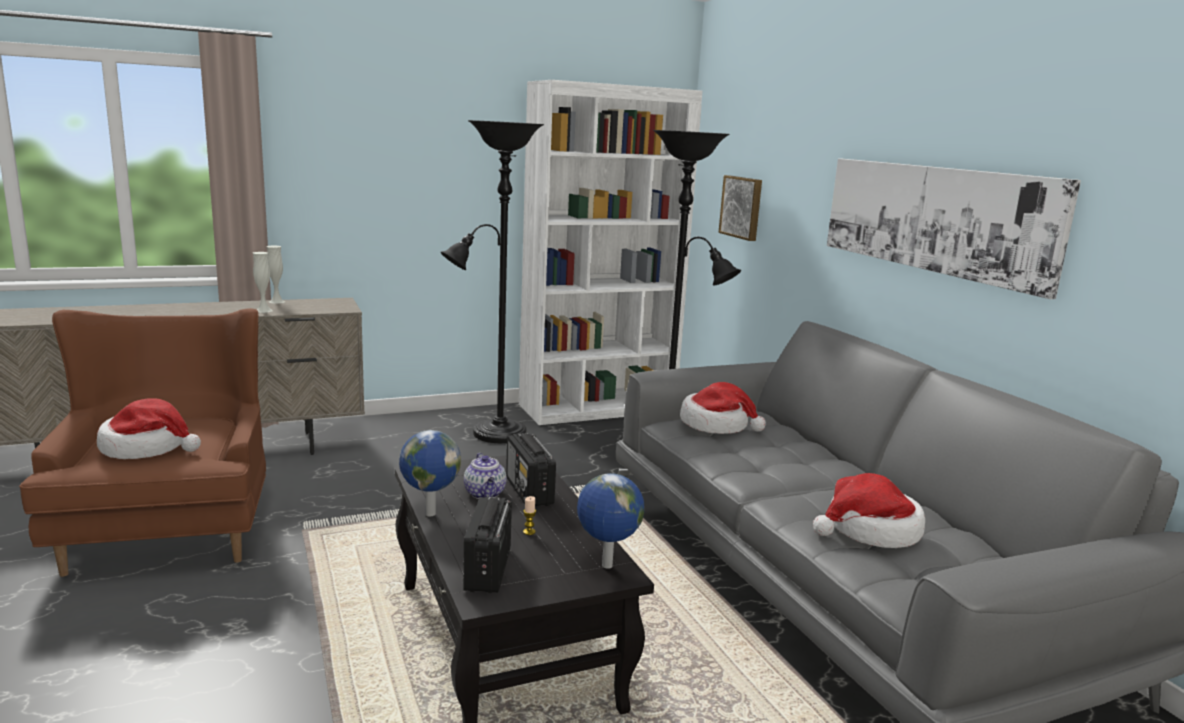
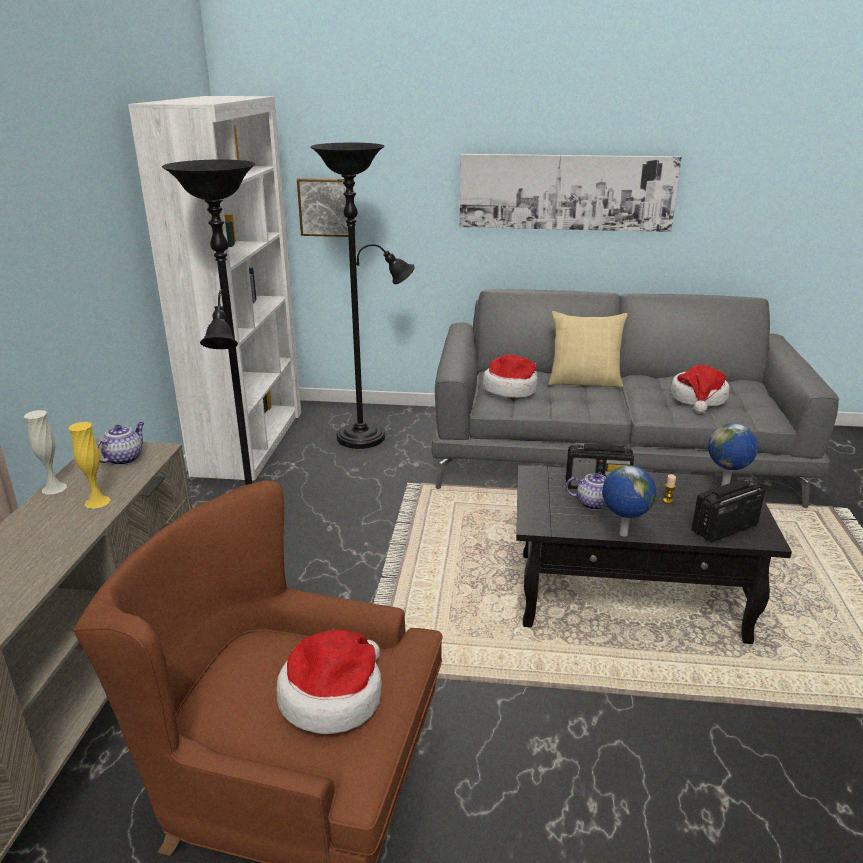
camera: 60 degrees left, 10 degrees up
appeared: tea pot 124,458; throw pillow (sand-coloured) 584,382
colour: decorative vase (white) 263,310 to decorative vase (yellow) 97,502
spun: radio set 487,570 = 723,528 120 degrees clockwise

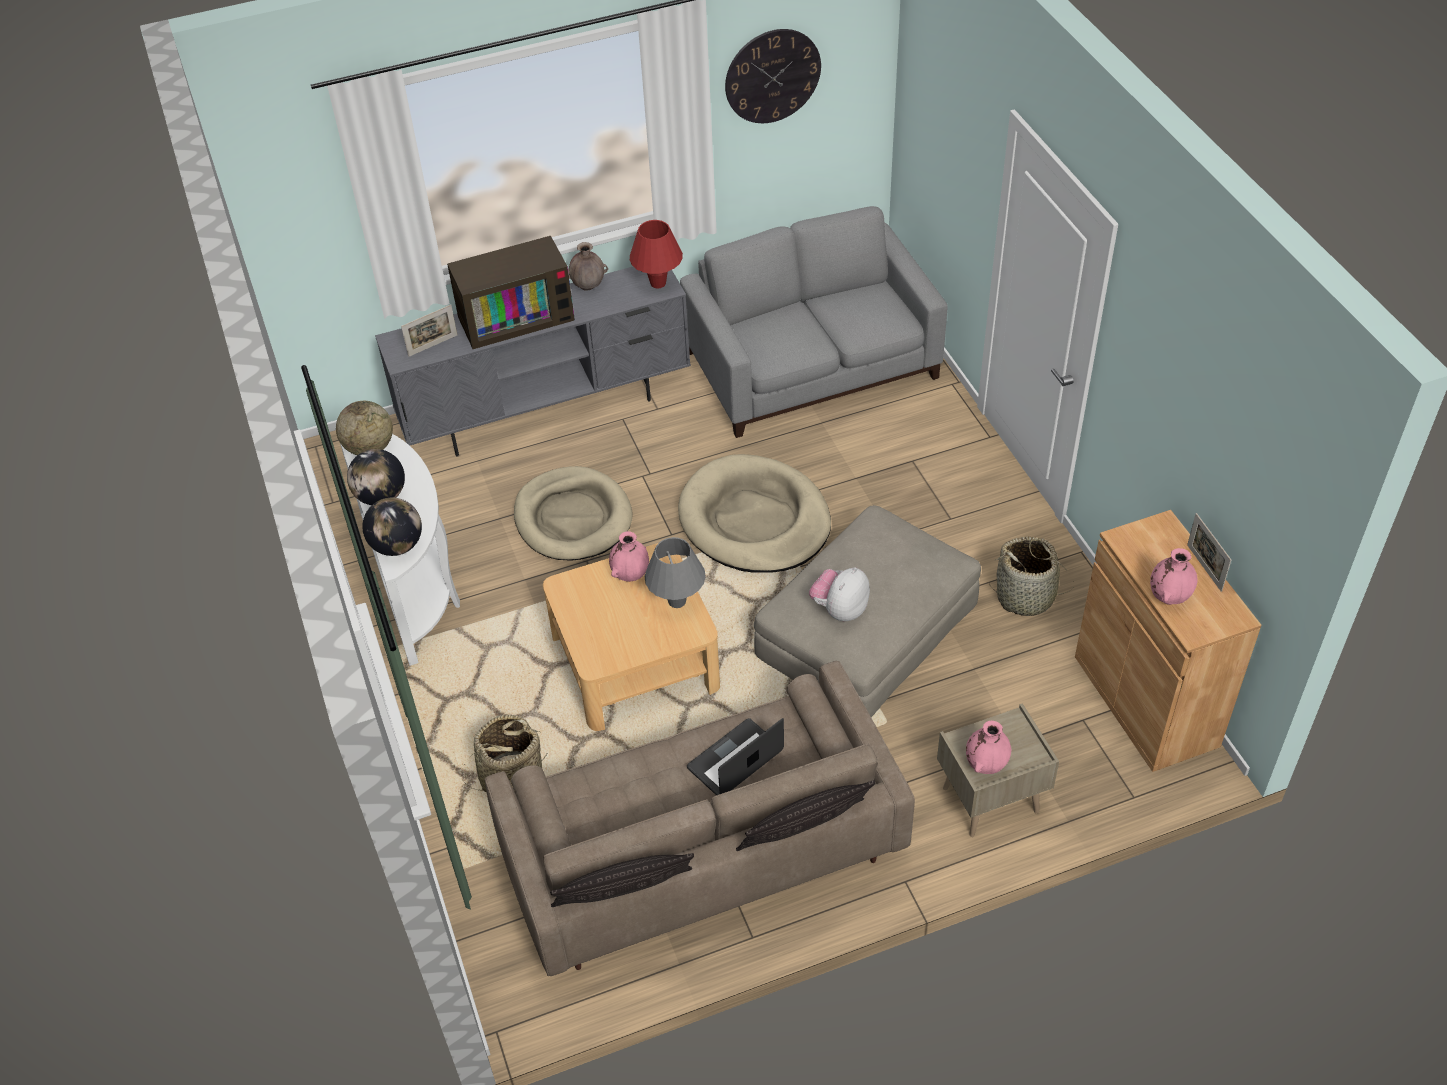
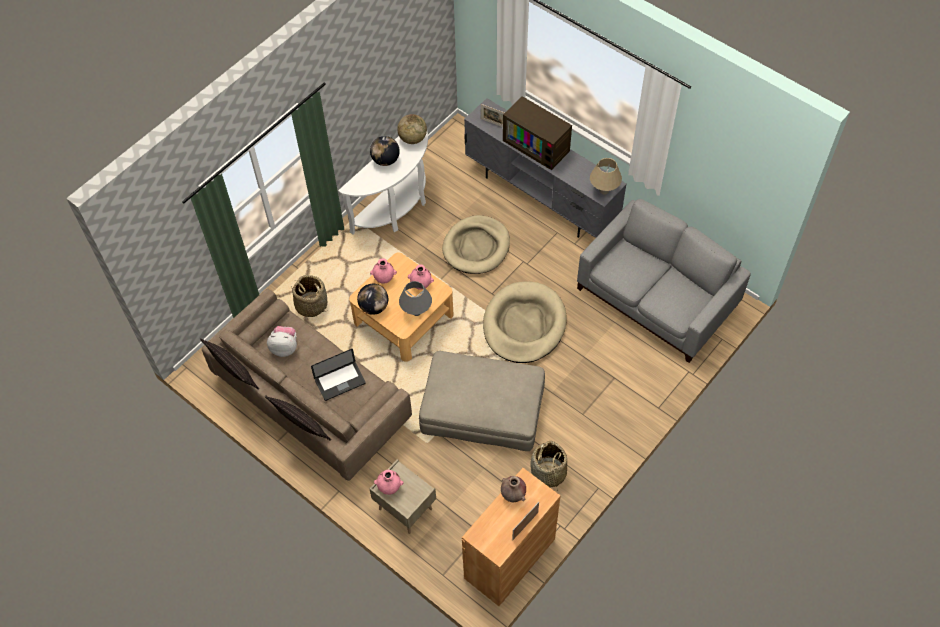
camera: 60 degrees right, 10 degrees up
missing: clock on the wall 772,76
relocated: globe 397,546 to 374,307; decorative vase (brownish) 588,286 to 513,495; cuddly toy 840,609 to 285,347; decorative vase (pinkish) 1169,597 to 384,279
colour: lamp for a table (red) 658,283 to lamp for a table (sand-coloured) 604,190
spun: notebook computer 735,759 = 340,381 135 degrees clockwise

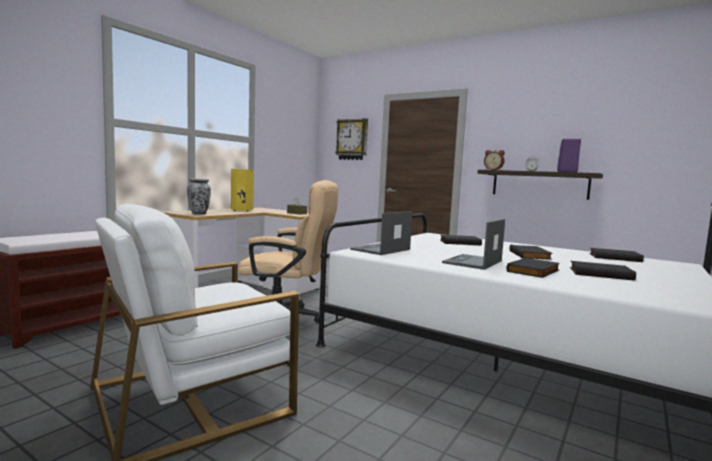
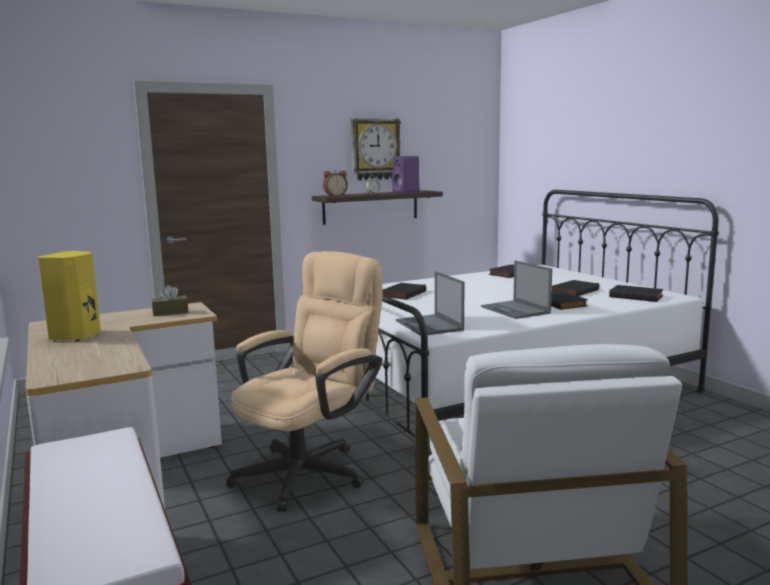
camera: 60 degrees left, 5 degrees up
missing: decorative vase 199,214
relocated: clock on the wall 352,139 to 375,149; volume (black-coloured) 530,255 to 636,296

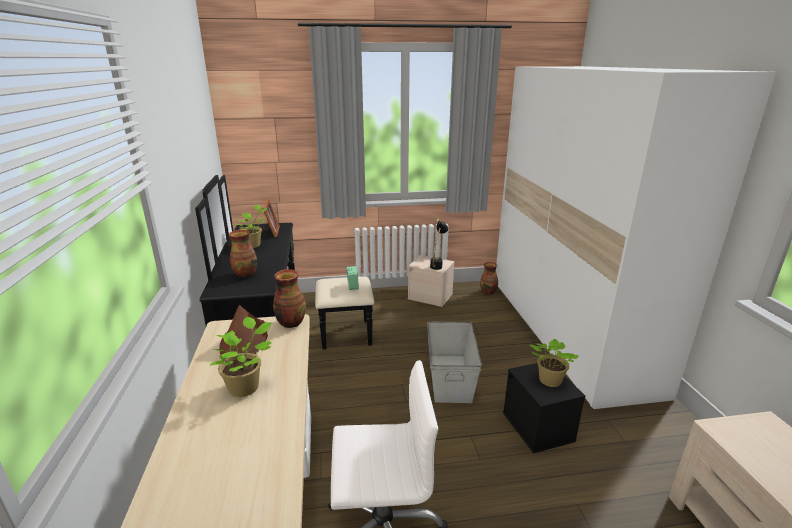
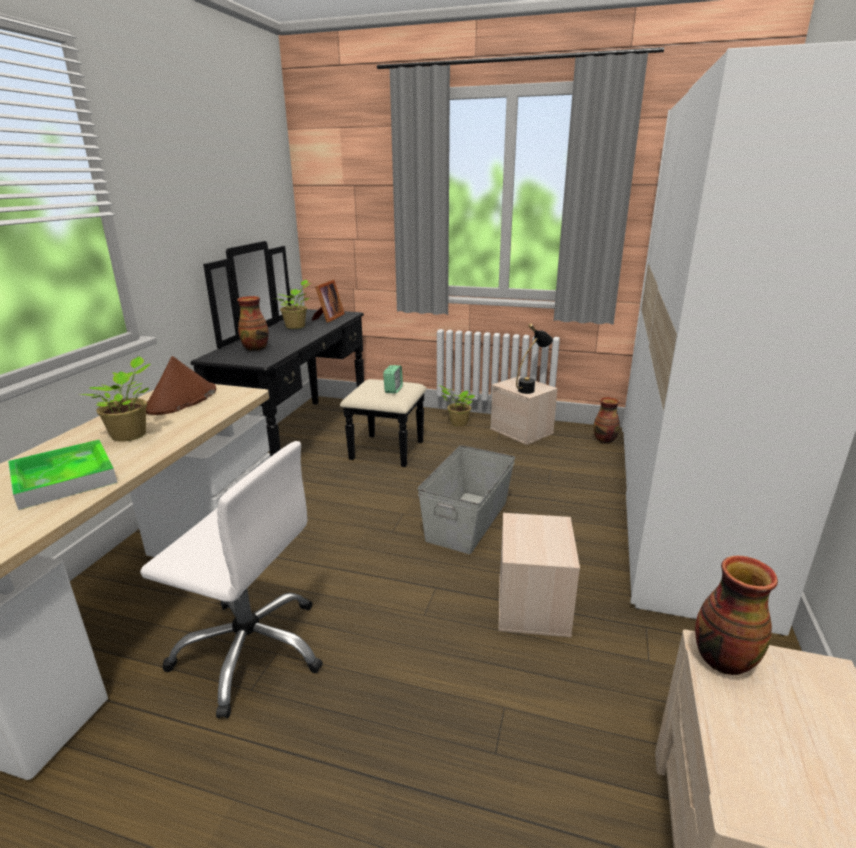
camera: 25 degrees right, 0 degrees up
appeared: serving tray 64,478
relocated: decorative vase 290,323 to 722,659; potted plant 548,381 to 457,423
colour: storage box (black-coloured) 539,427 to storage box (sand-coloured) 534,605

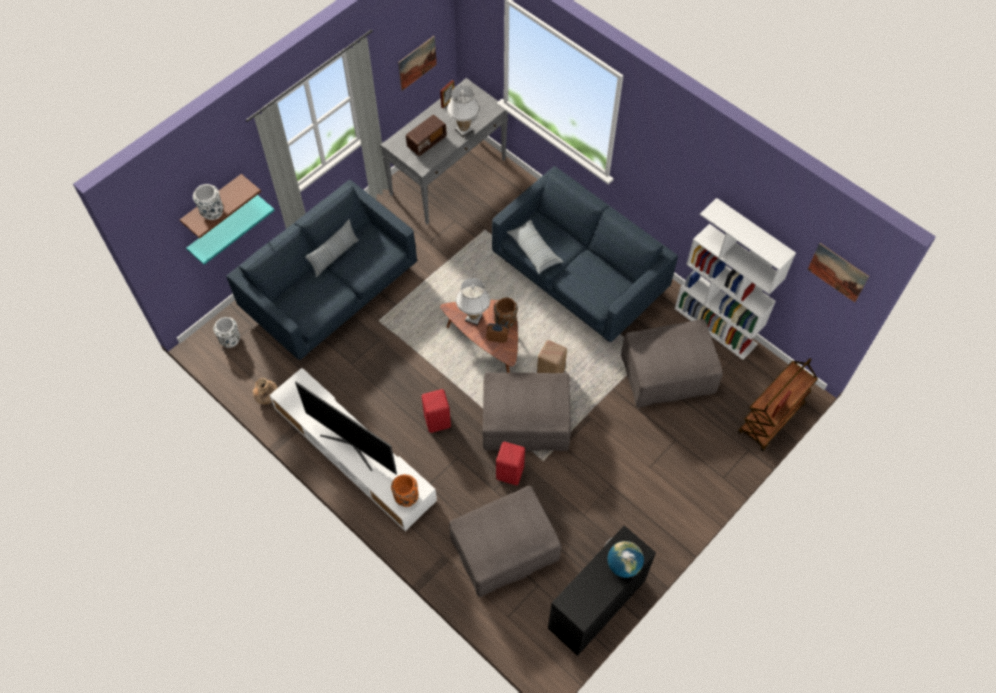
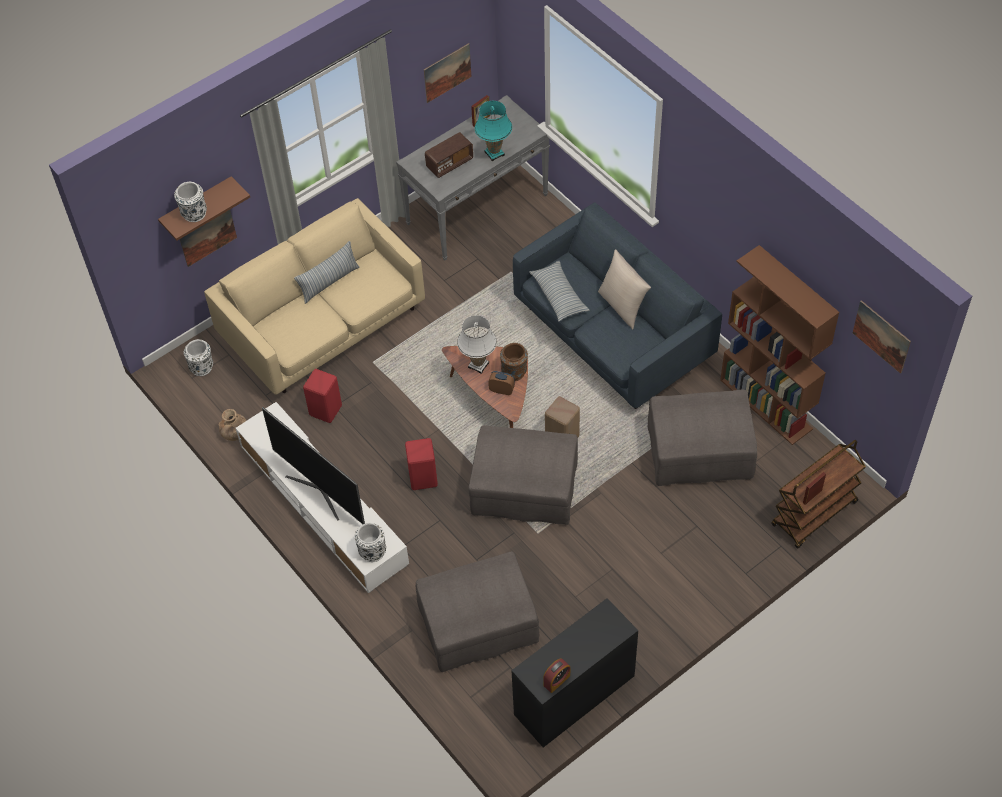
camera: 10 degrees right, 5 degrees down
missing: globe 623,565
appeared: alarm clock 556,680; throw pillow (sand-coloured) 622,306
relocated: sitting stool (red) 511,472 to 326,410
exchanged: shelf (turquoise) 224,227 to picture 207,236
colour: couch (blue-coloured) 331,292 to couch (sand-coloured) 323,325; decorative vase (orange-coloured) 406,497 to decorative vase (white) 372,551; lamp for a table (white) 464,130 to lamp for a table (turquoise) 494,153; shelving unit (white) 716,326 to shelving unit (brownish) 766,404

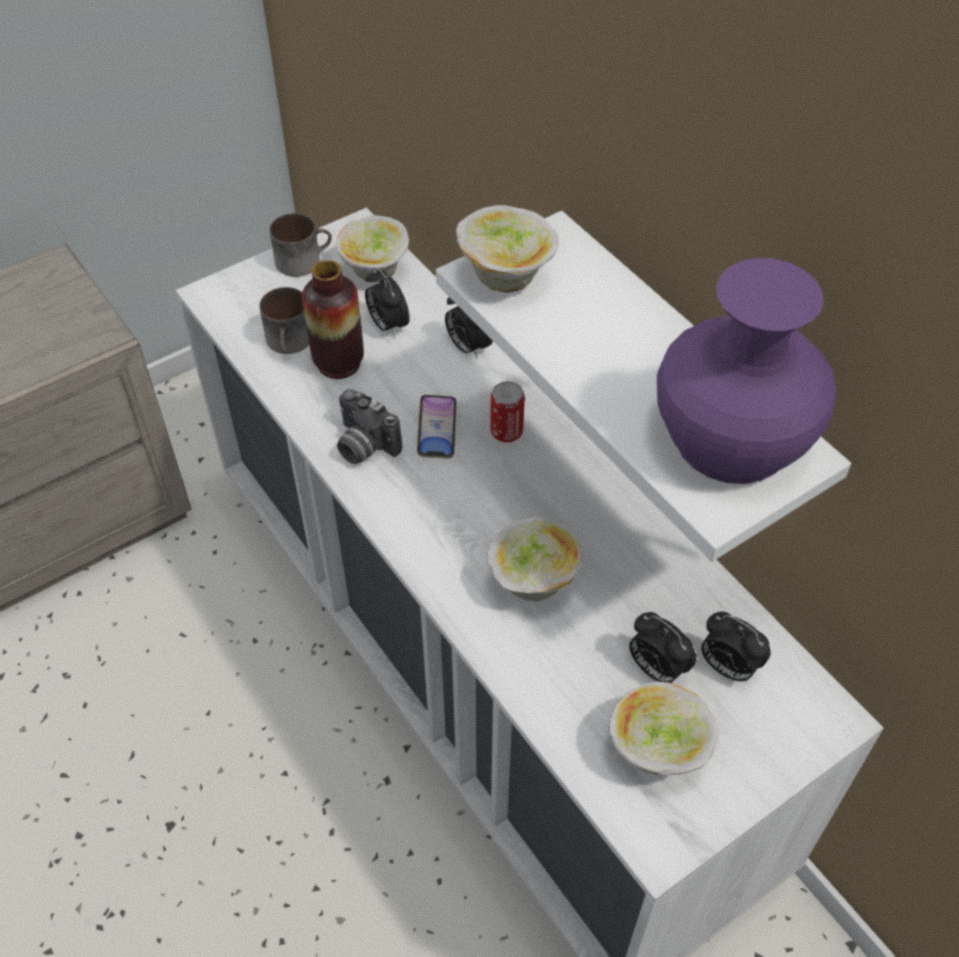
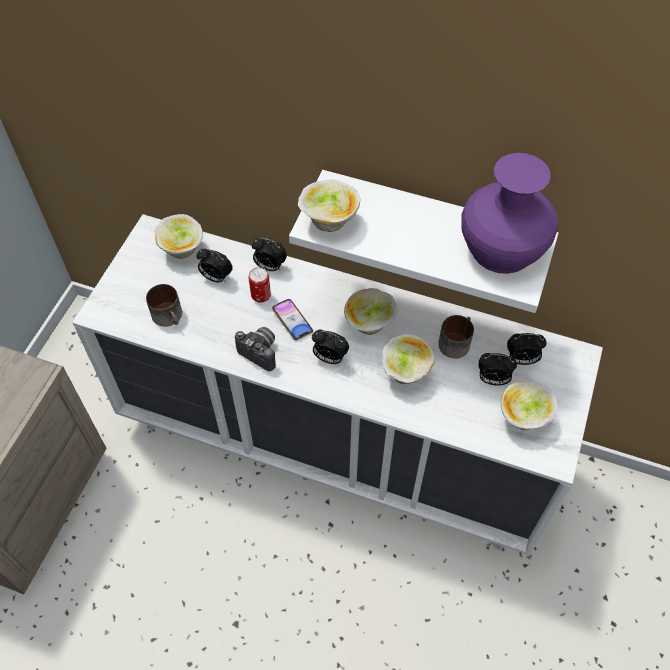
camera: 35 degrees left, 5 degrees up
missing: decorative vase 339,363
appeared: alarm clock 329,358; deep dish 370,325
relocated: mug 303,259 to 455,341; can 506,432 to 261,296
spun: still camera 363,446 = 261,352 150 degrees counterclockwise

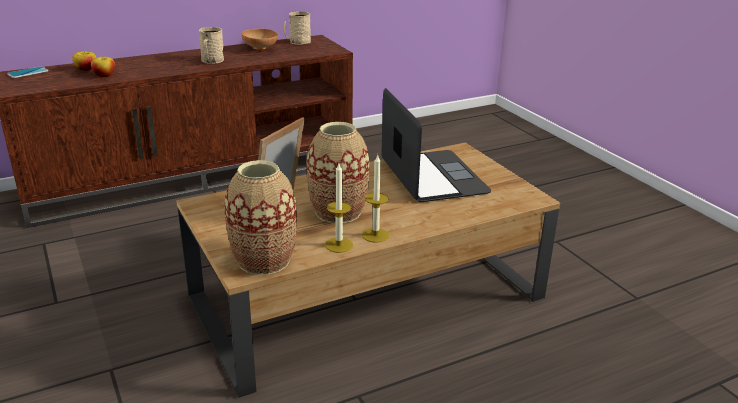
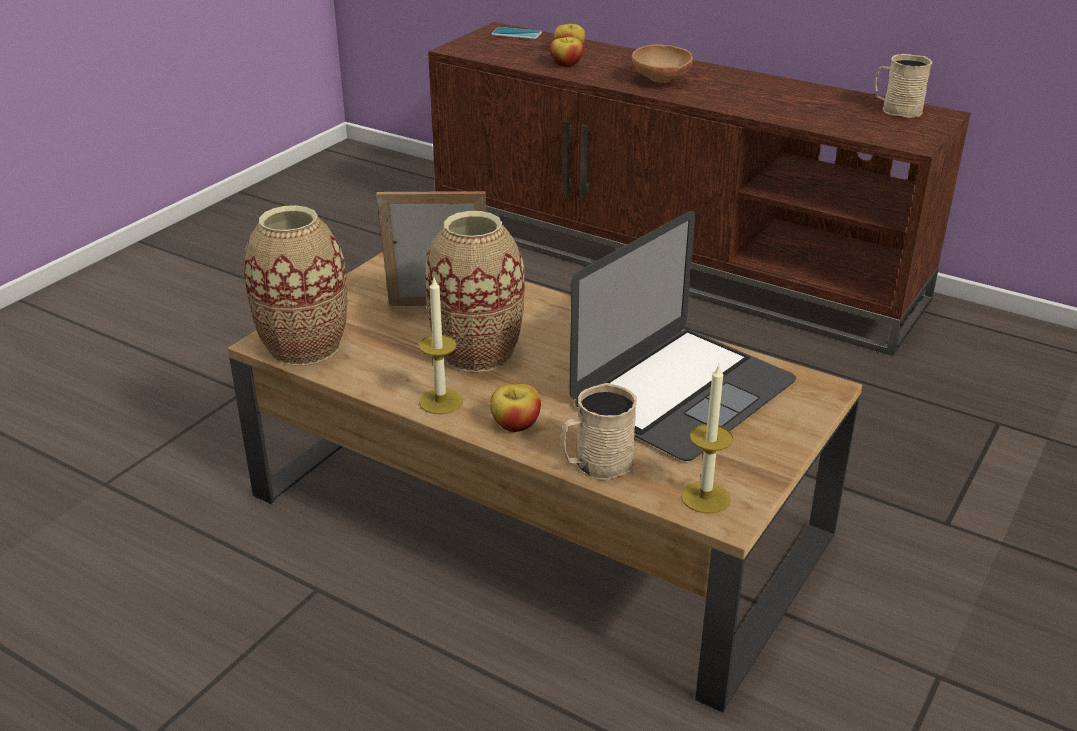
camera: 60 degrees right, 5 degrees up
appeared: apple fruit 516,424
relocated: mug (sand-coloured) 211,61 to 596,465; deep dish (brownish) 261,49 to 660,81; wax light 339,245 to 705,497

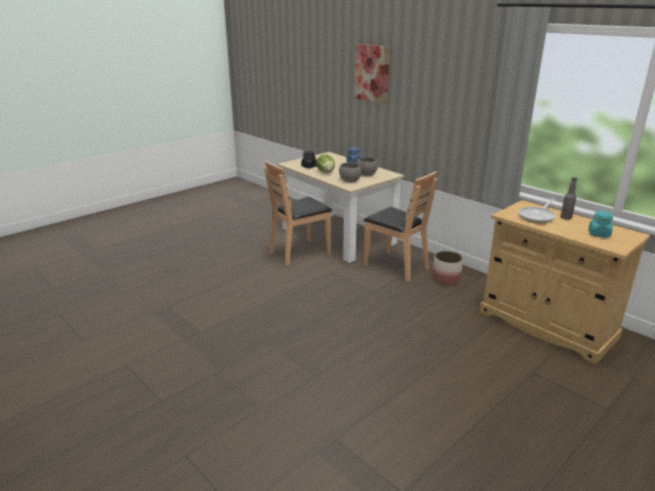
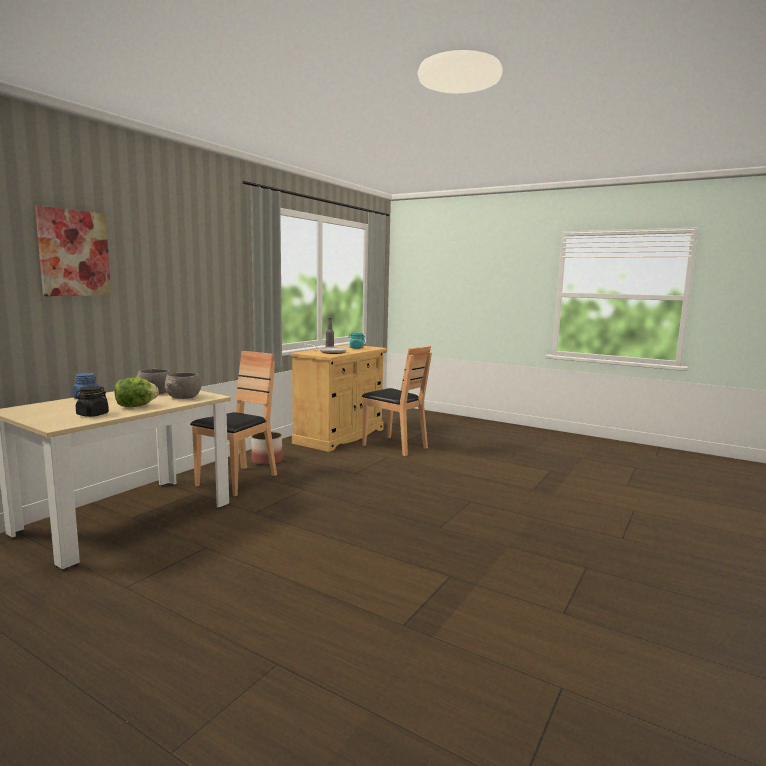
camera: 105 degrees left, 15 degrees down
relocated: upright chair (brownish) 300,253 to 395,446

